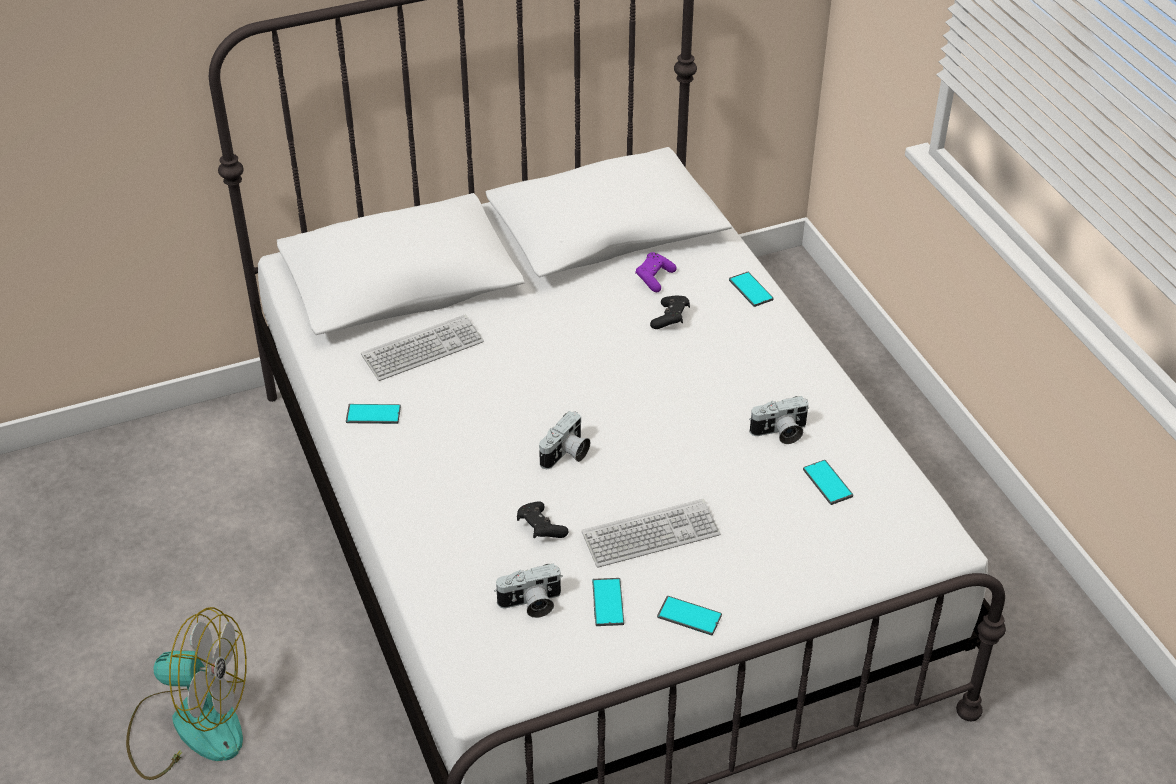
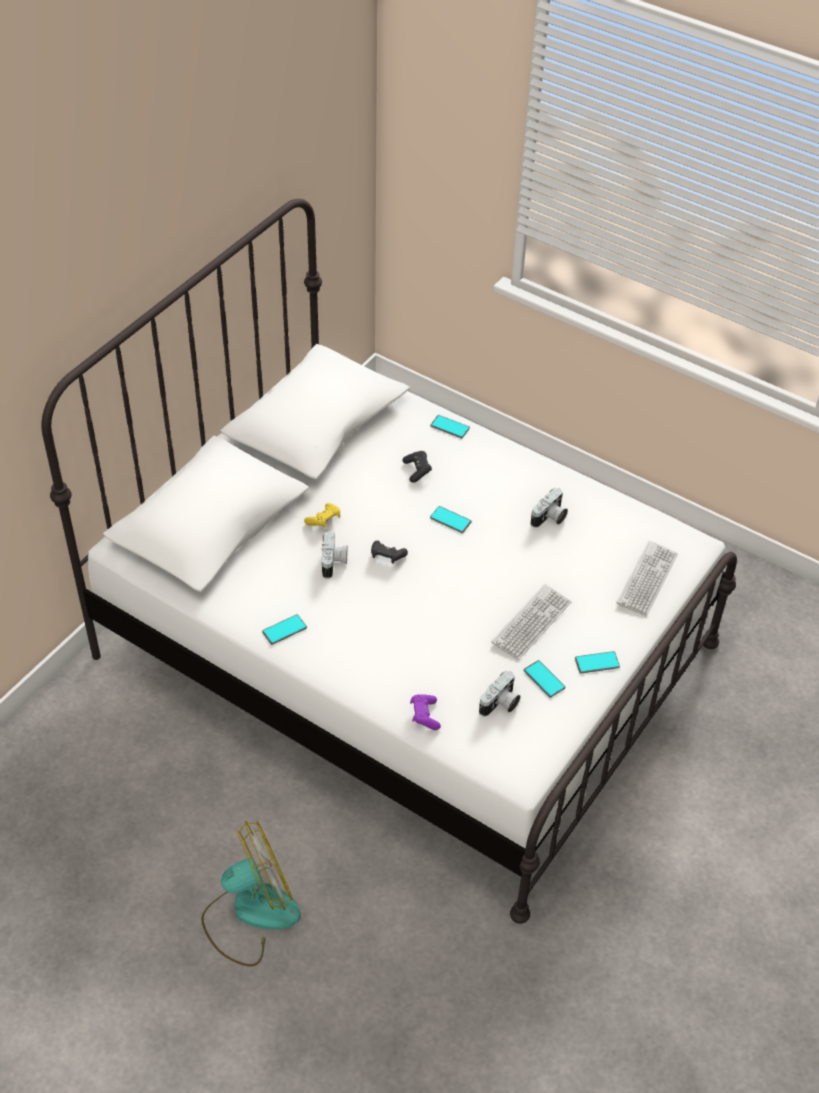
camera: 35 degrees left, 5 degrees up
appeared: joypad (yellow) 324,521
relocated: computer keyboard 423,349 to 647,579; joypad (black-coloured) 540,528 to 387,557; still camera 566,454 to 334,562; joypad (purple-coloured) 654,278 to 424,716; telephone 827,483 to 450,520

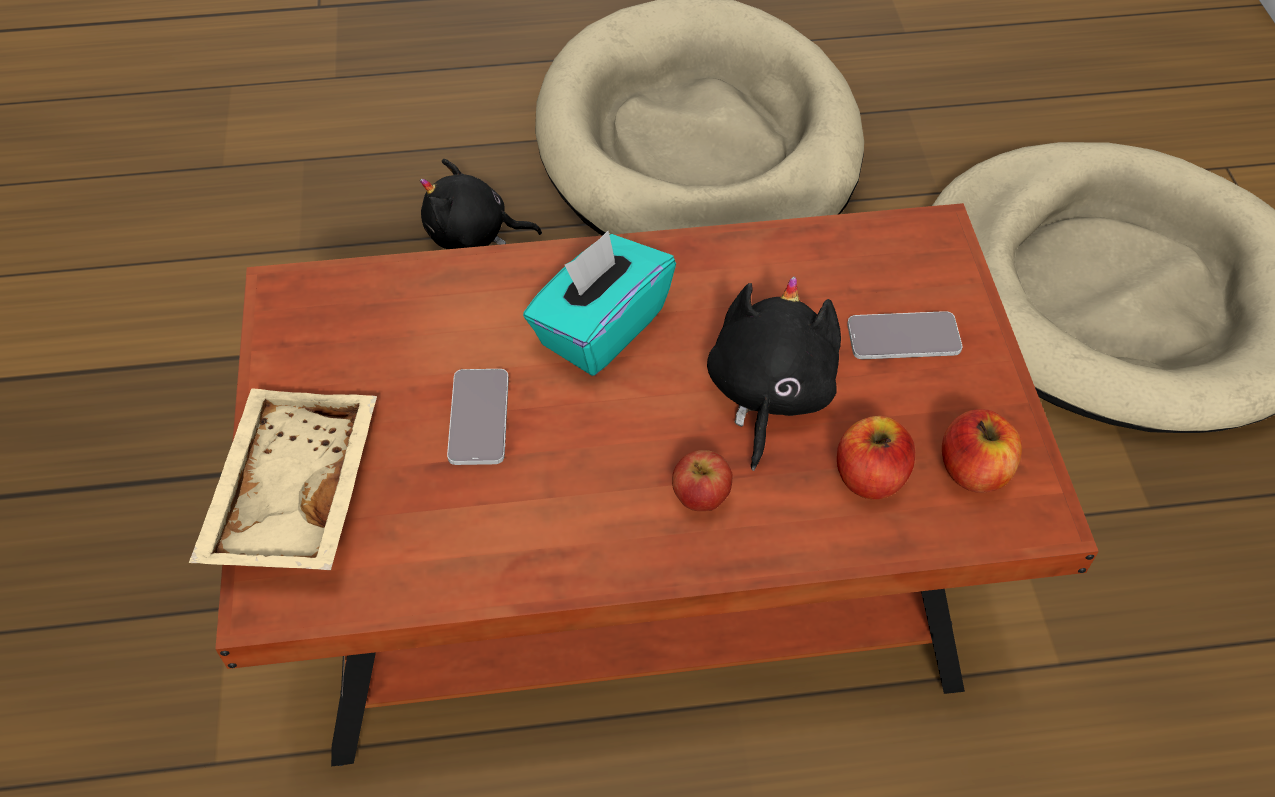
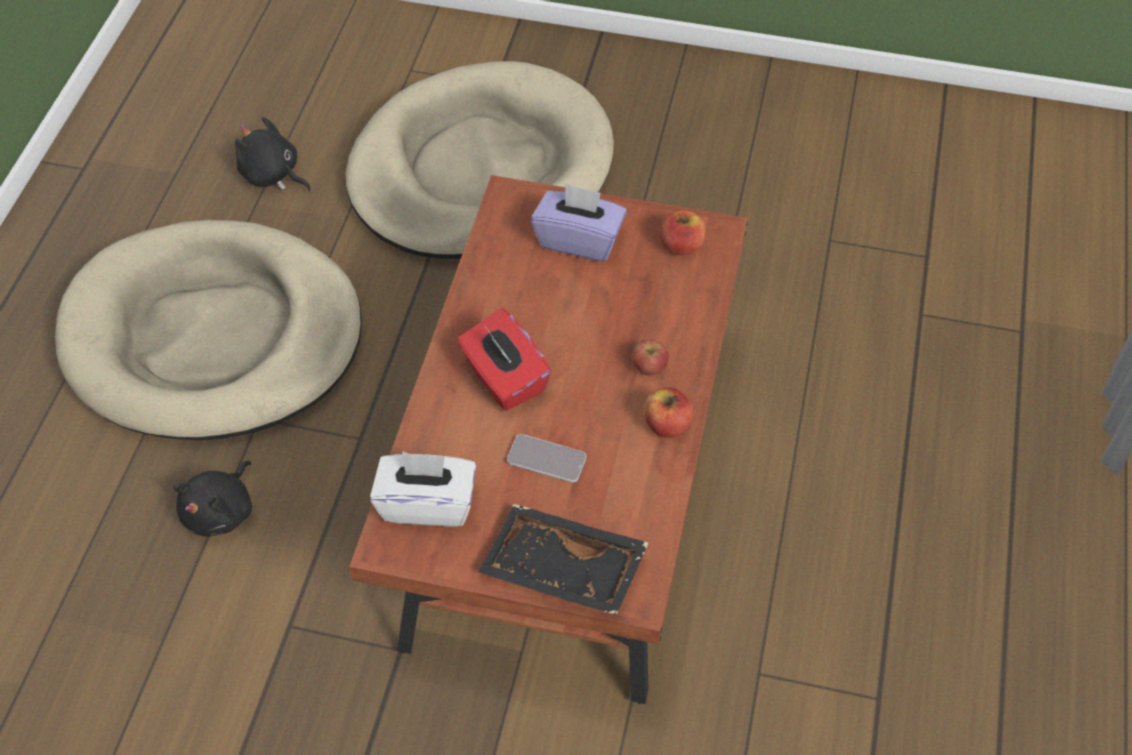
camera: 70 degrees left, 0 degrees up
appeared: tissue holder (white) 427,504
relocated: cuddly toy (black-coloured) 768,393 to 272,175; apple fruit 870,477 to 667,425
exchanged: telephone 903,337 to tissue holder (purple-coloured) 579,240
colour: serving tray (sand-coloured) 291,492 to serving tray (black-coloured) 562,571; tissue holder (turquoise) 600,328 to tissue holder (red) 504,379

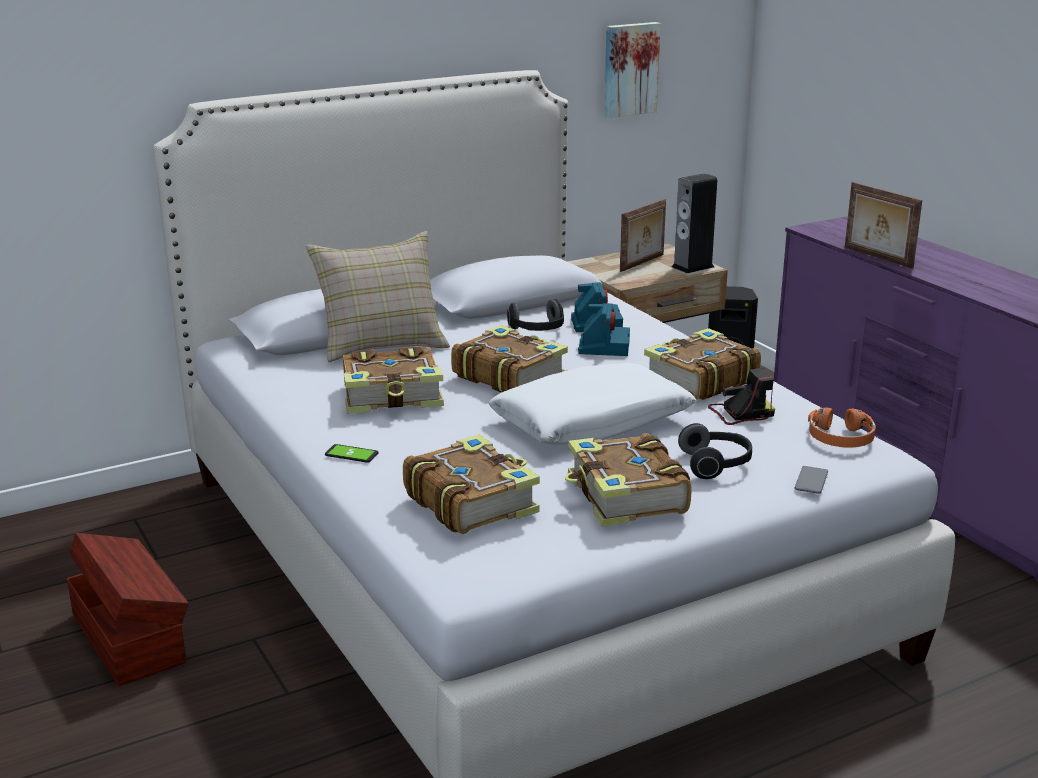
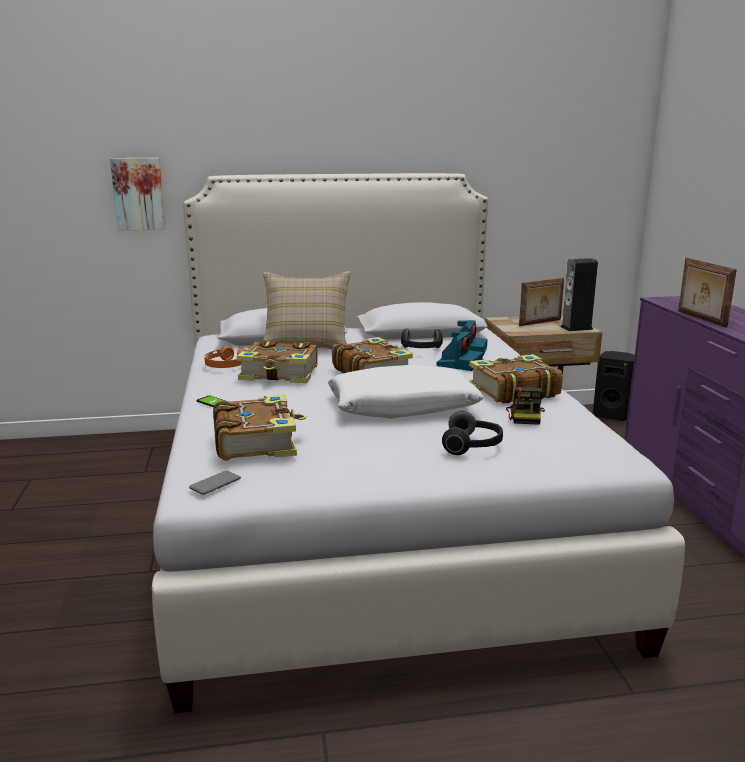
camera: 20 degrees right, 5 degrees down
missing: storage box (brownish) 130,637; volume 625,497
relocated: picture 629,69 to 138,194; telephone 811,481 to 215,483; headphones (orange-coloured) 841,438 to 226,365
spun: still camera 740,413 = 525,416 90 degrees clockwise

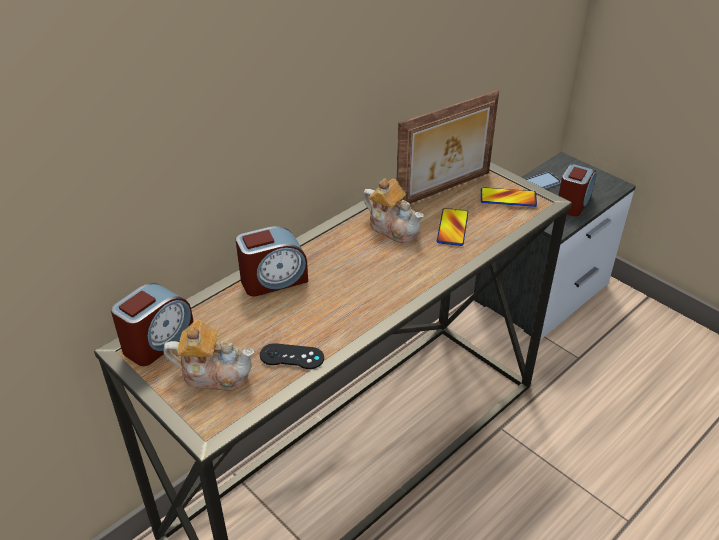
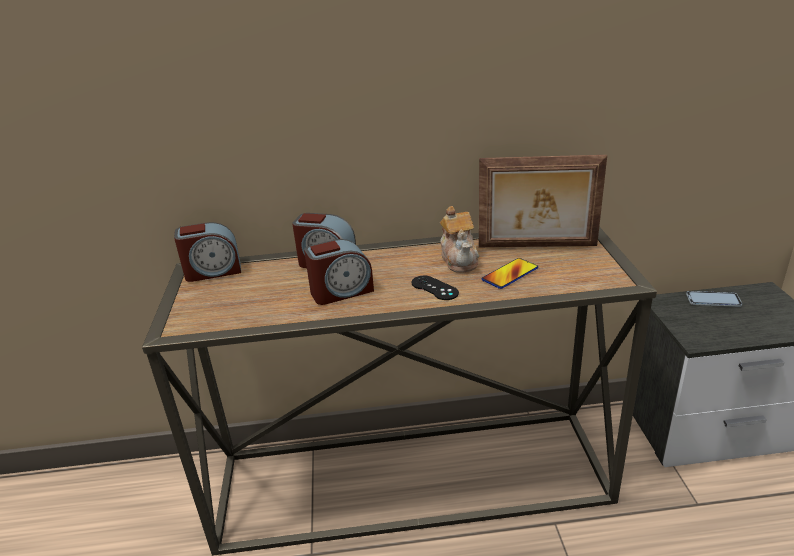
camera: 40 degrees right, 10 degrees down
missing: tea pot 214,374; telephone 508,198
relocated: joypad (black-coloured) 292,356 to 434,288; alarm clock 573,203 to 341,291

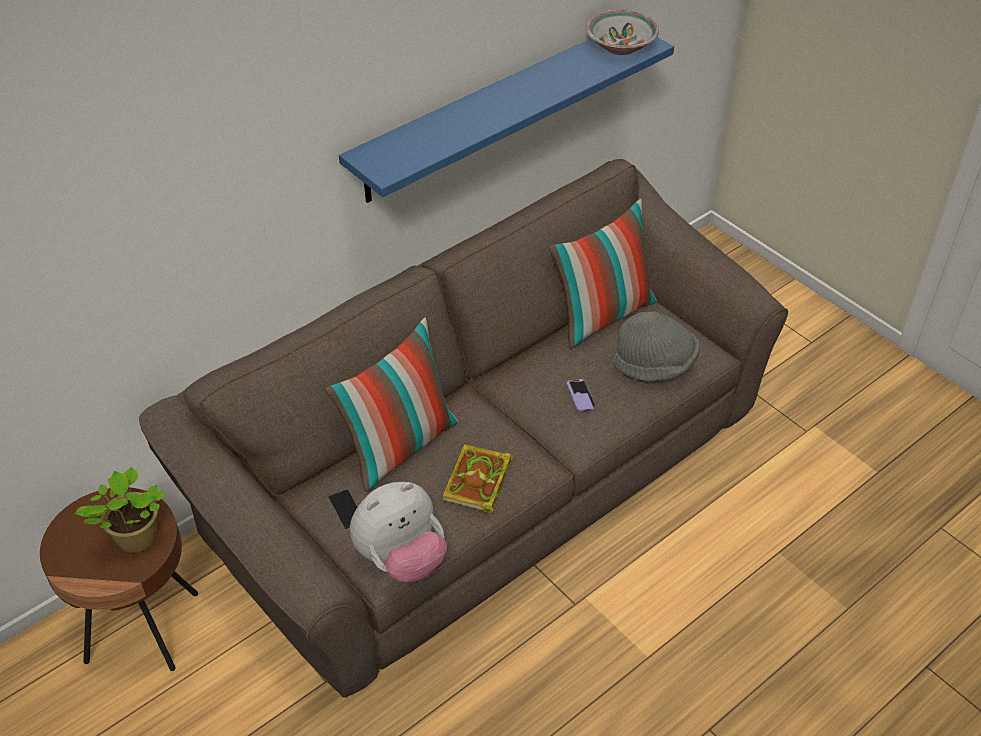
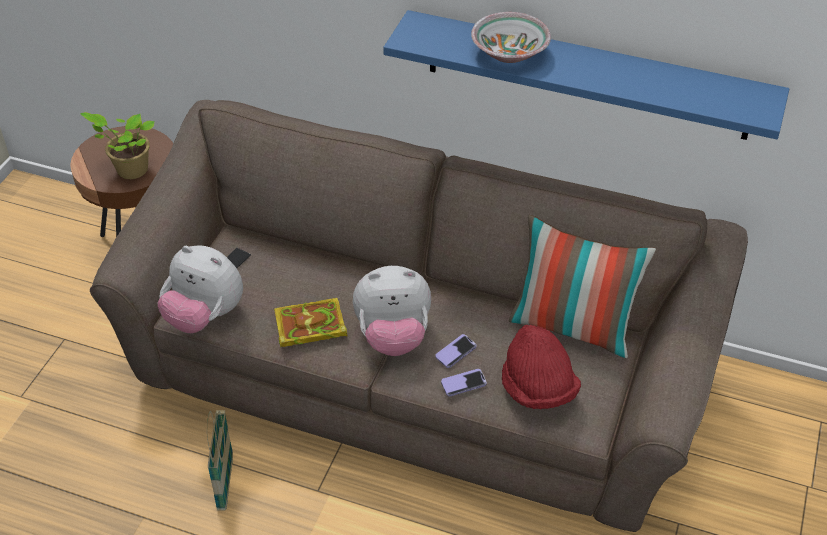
camera: 60 degrees right, 0 degrees up
missing: throw pillow 399,446
appeared: storage basket 225,483; cuddly toy 393,337; telephone 463,383
relocated: deep dish 621,46 to 510,53
colour: clothing hat (grey) 654,365 to clothing hat (red) 537,388

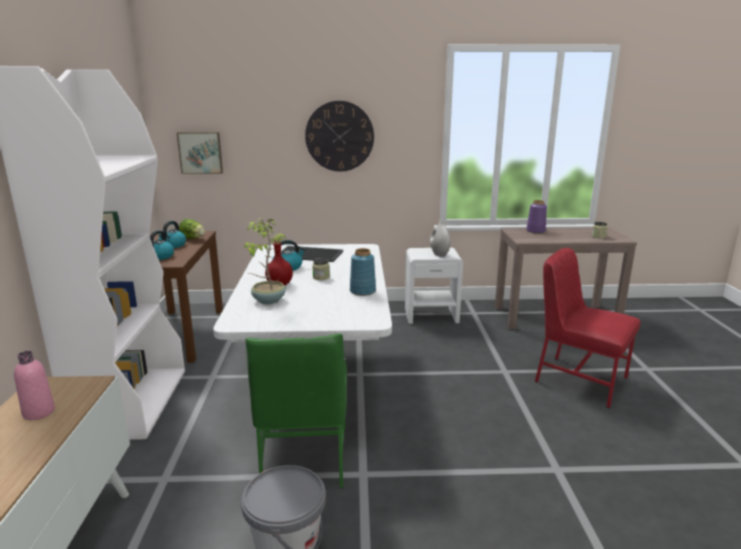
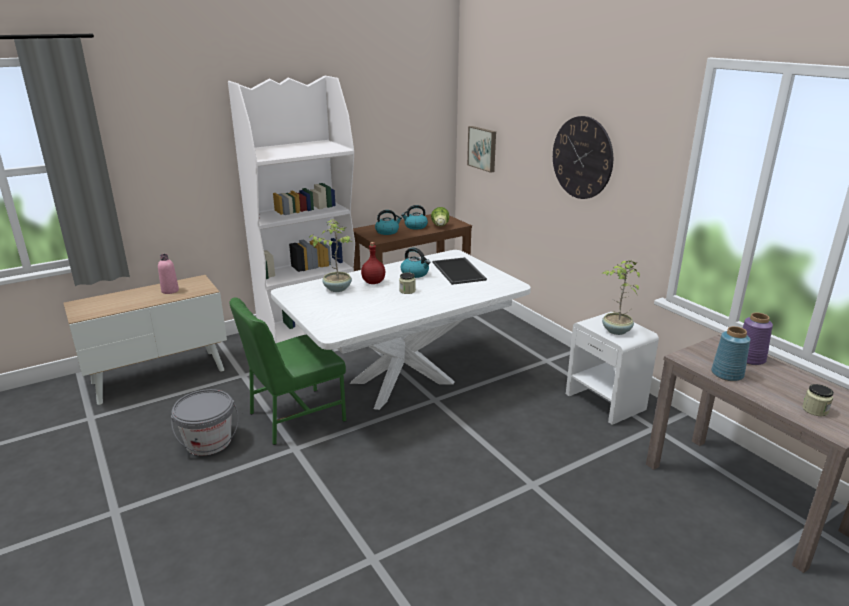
camera: 60 degrees right, 5 degrees up
missing: upright chair (red) 579,379
relocated: decorative vase (blue-coloured) 362,291 to 726,374
exchanged: decorative vase (white) 439,254 to potted plant 616,331

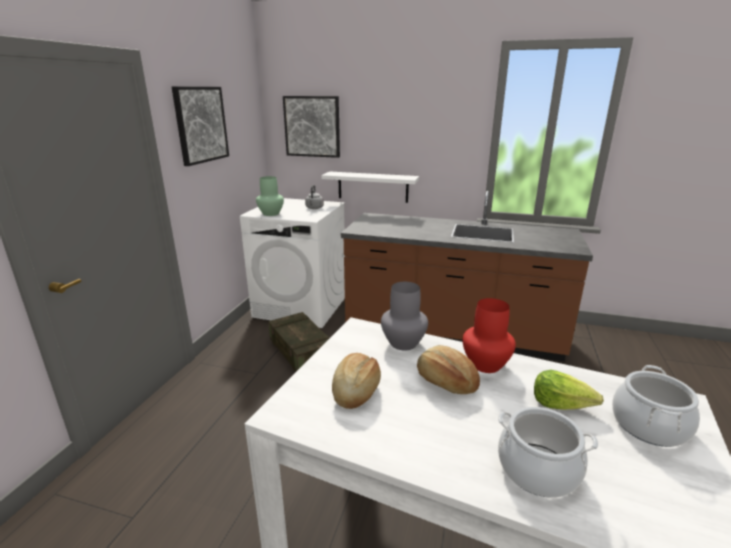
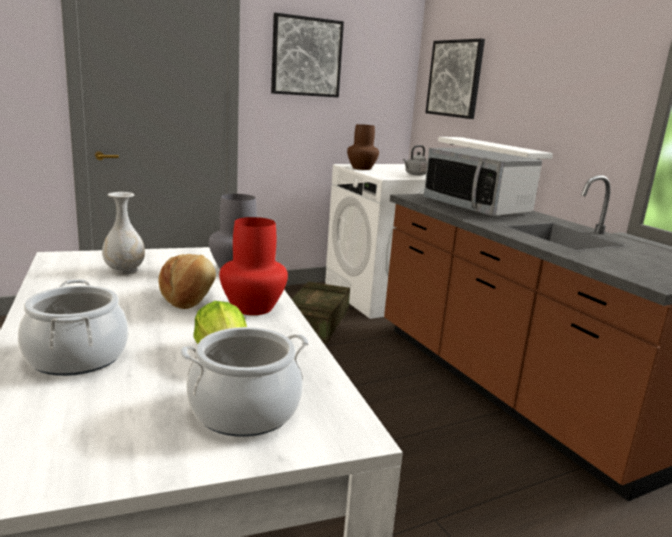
camera: 45 degrees right, 5 degrees down
appeared: microwave oven 476,207
exchanged: baked bread 356,390 to decorative vase (white) 125,270
colour: decorative vase (green) 270,214 to decorative vase (brownish) 361,168

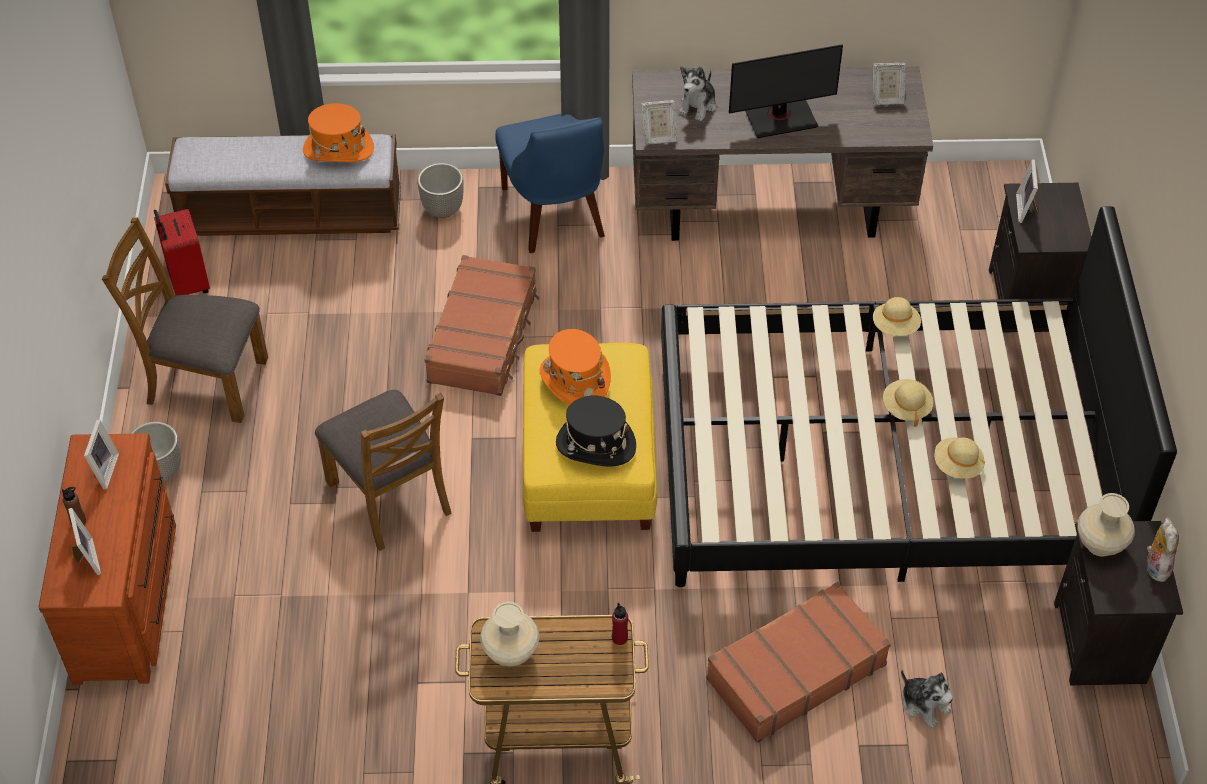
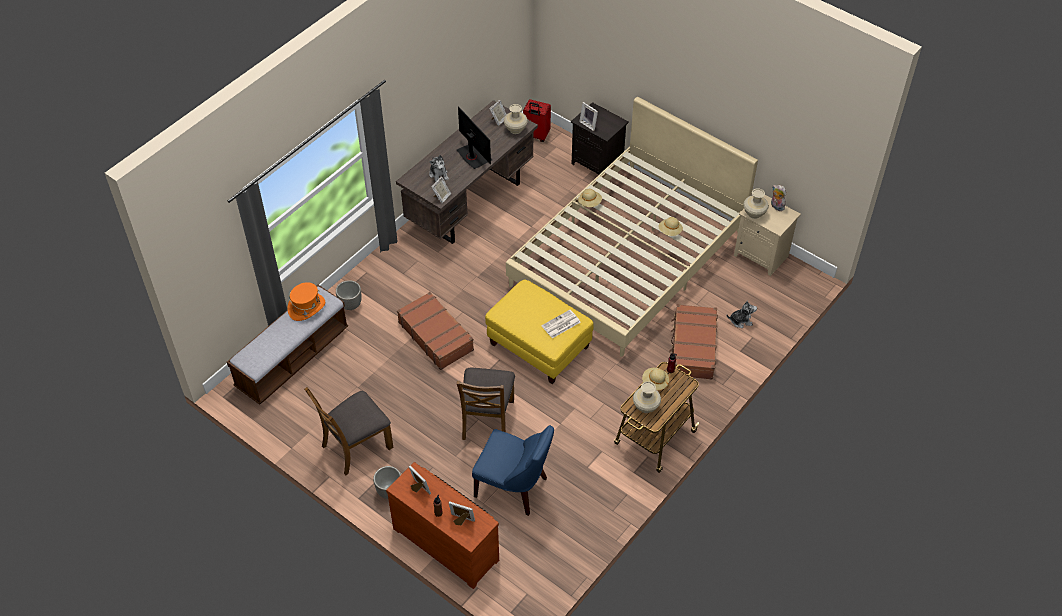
camera: 50 degrees left, 0 degrees up
missing: clothing hat (orange-coloured) 574,379
appeared: decorative vase (sand-coloured) 515,130
relocated: piece of luggage (red) 187,283 to 536,136; upright chair (blue-coloured) 555,216 to 514,488; clothing hat (sand-coloured) 906,407 to 655,383
exchanged: clothing hat (black-coloured) 595,445 to daily paper 560,324
colour: sleeping bed (black-coloured) 883,463 to sleeping bed (sand-coloured) 628,258; night table (black-coloured) 1101,644 to night table (sand-coloured) 762,255
spun: upright chair (brownish) 390,497 = 487,419 90 degrees clockwise; computer display 780,118 = 473,156 60 degrees counterclockwise

